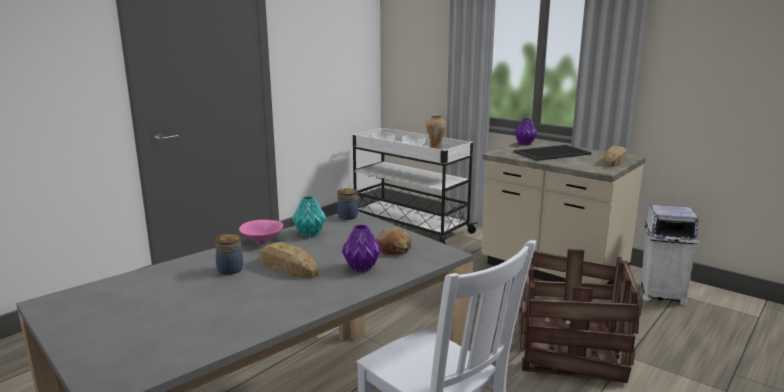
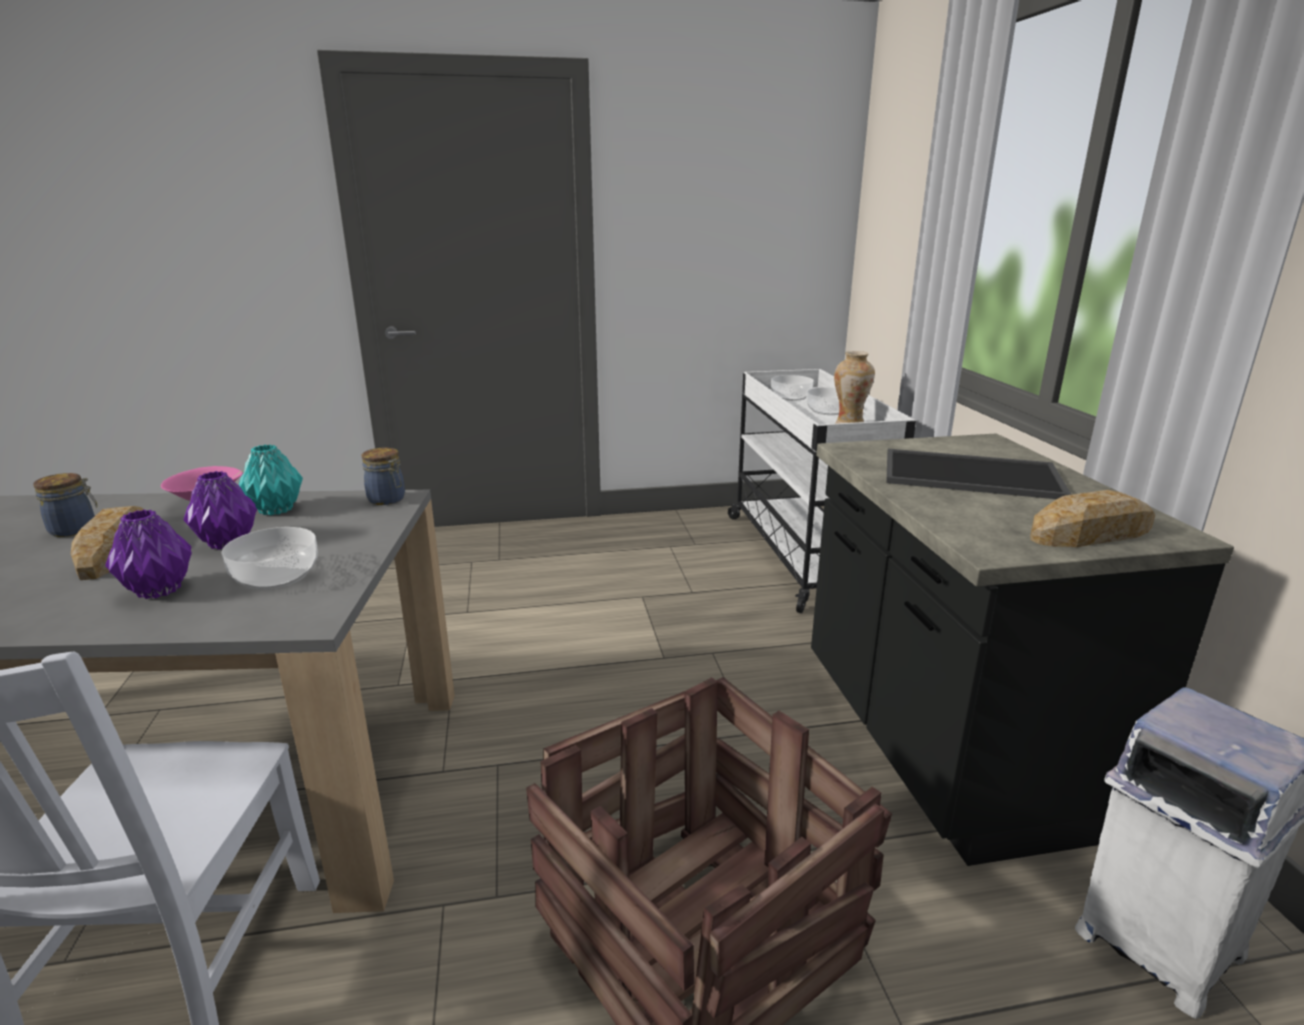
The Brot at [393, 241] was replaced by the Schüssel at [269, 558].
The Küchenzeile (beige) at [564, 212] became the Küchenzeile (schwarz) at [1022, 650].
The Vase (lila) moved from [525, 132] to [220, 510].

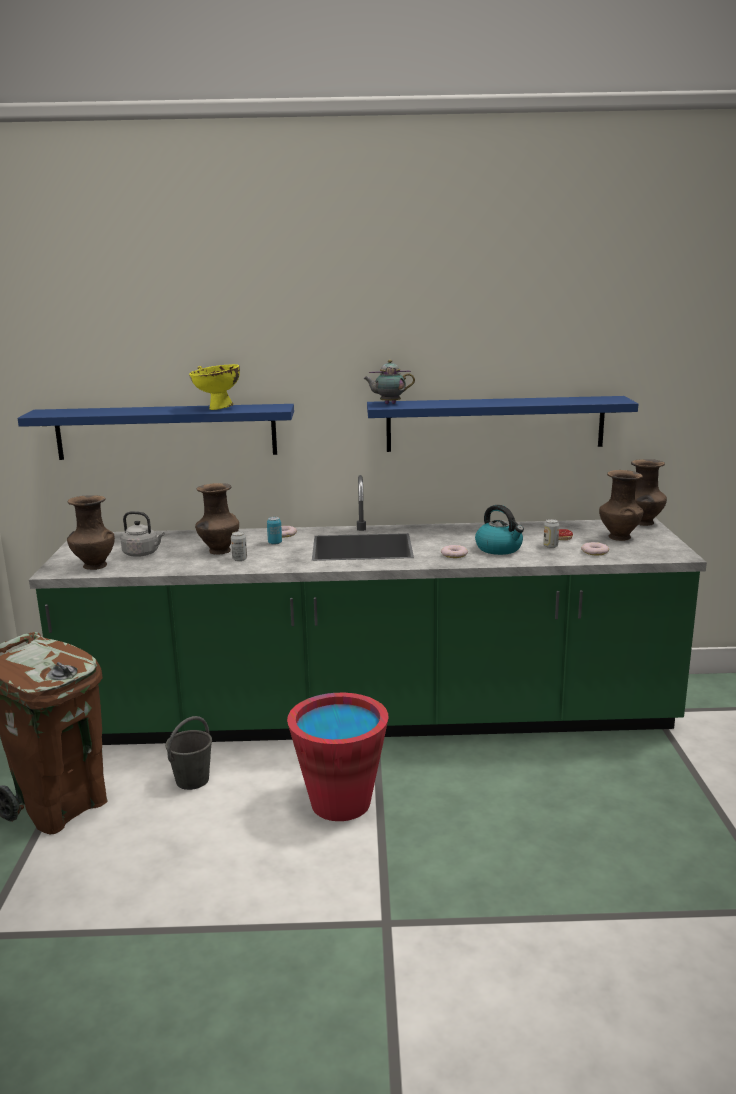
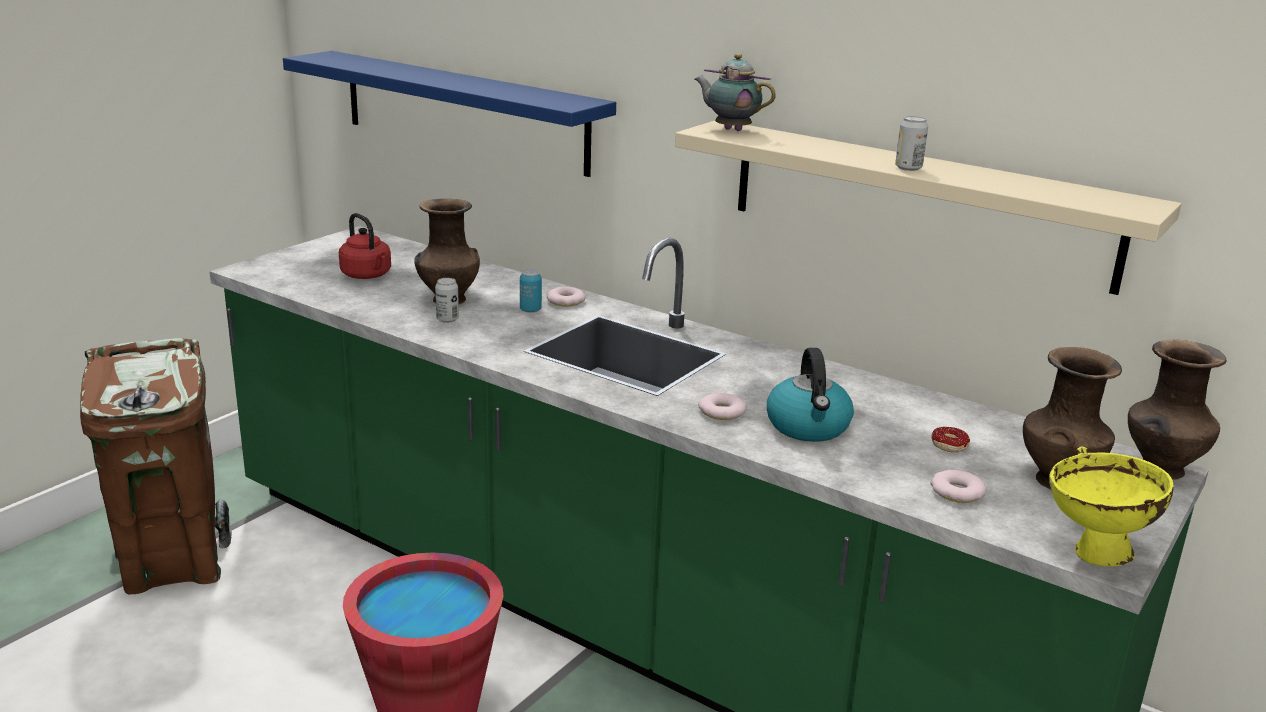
The Vase (braun) at [91, 532] disappeared.
The Wasserkessel (grau) at [143, 534] became the Wasserkessel (rot) at [365, 246].
The Eimer (grau) at [188, 753] disappeared.
The Schüssel (gelb) moved from [214, 387] to [1111, 506].
The Wandregal (blau) at [502, 424] became the Wandregal (beige) at [928, 208].
The Dose moved from [551, 533] to [911, 143].

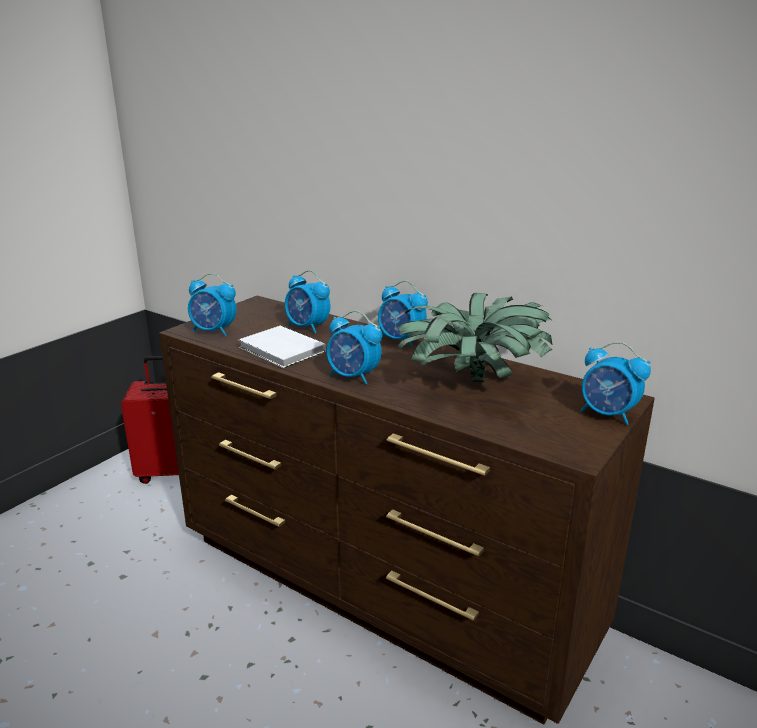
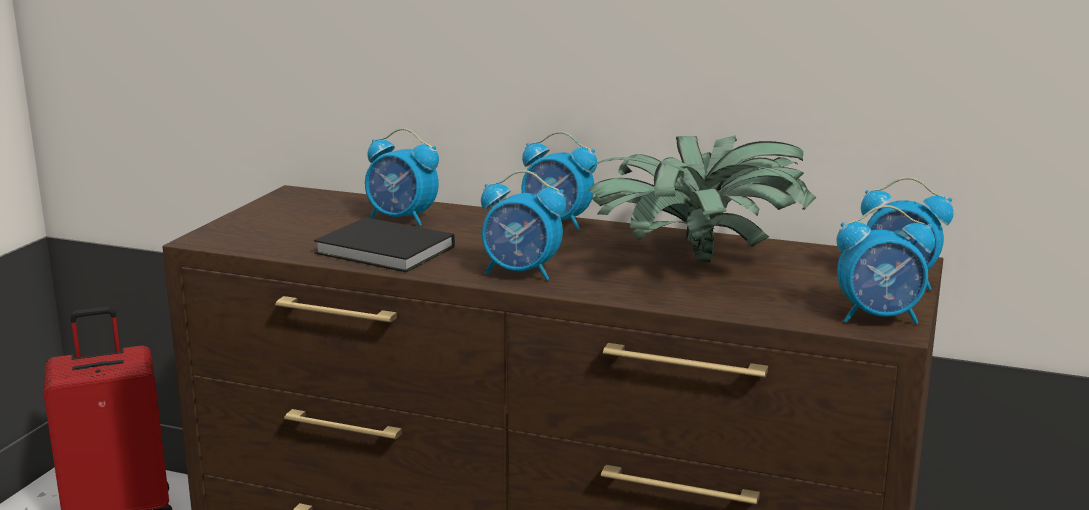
The Wecker moved from [212, 304] to [886, 264].
The Buch (weiß) at [282, 347] became the Buch (schwarz) at [384, 244].

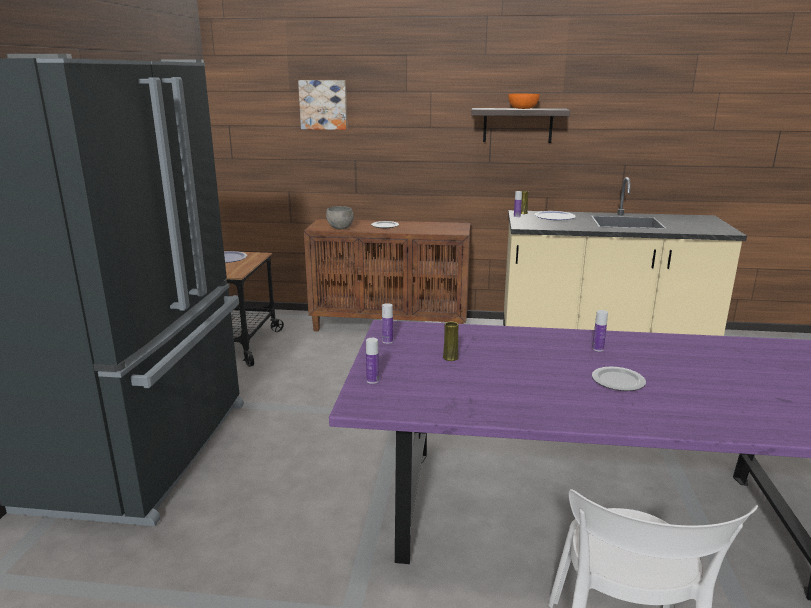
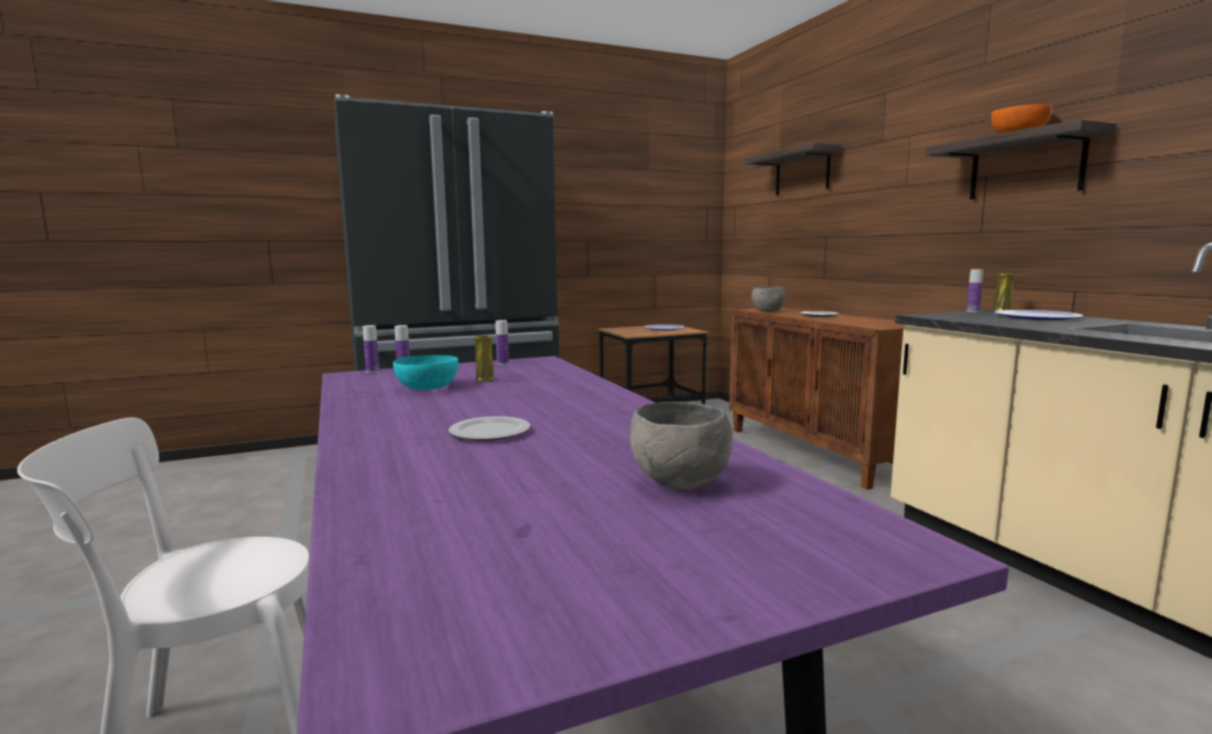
The Bild at [322, 105] was replaced by the Wandregal at [793, 169].
The Flasche moved from [600, 330] to [371, 349].
The Schüssel (türkis) at [425, 372] appeared.
The Schüssel (grau) at [681, 446] appeared.

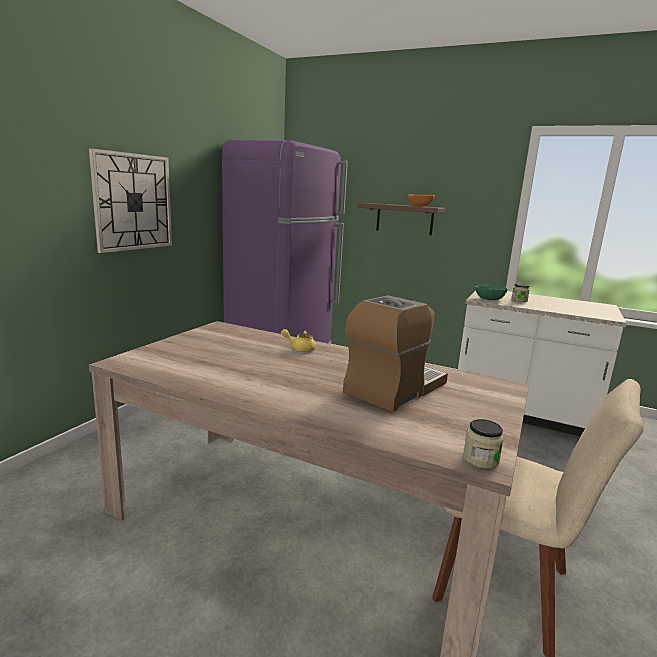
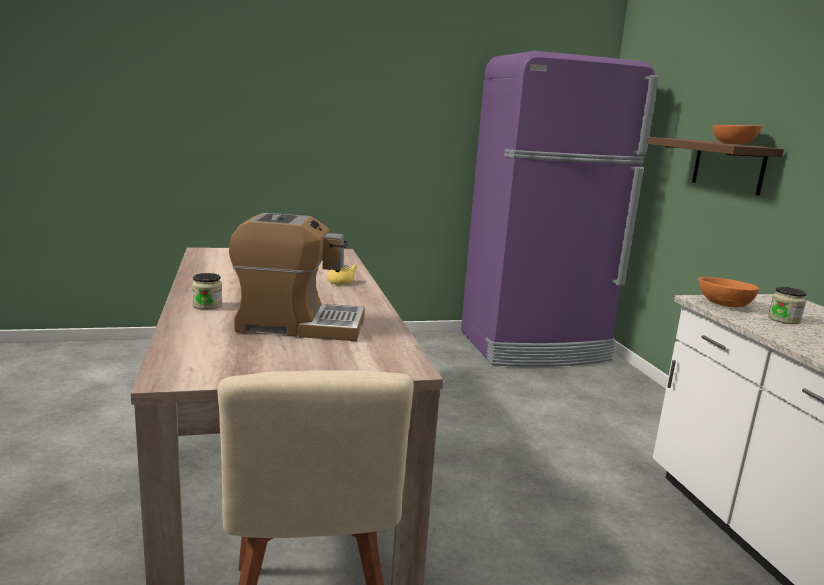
The Wanduhr at [130, 200] disappeared.
The Vorratsglas moved from [483, 444] to [207, 291].
The Schüssel (grün) at [491, 292] became the Schüssel (orange) at [729, 292].

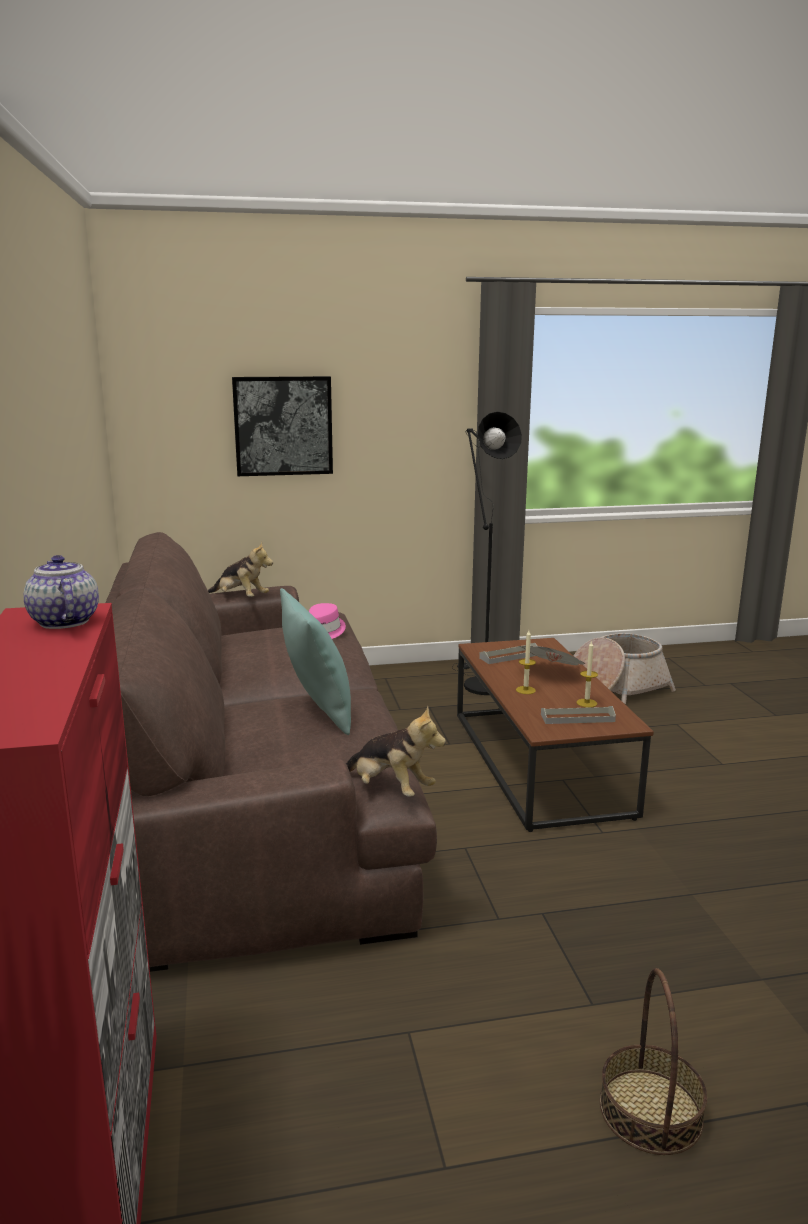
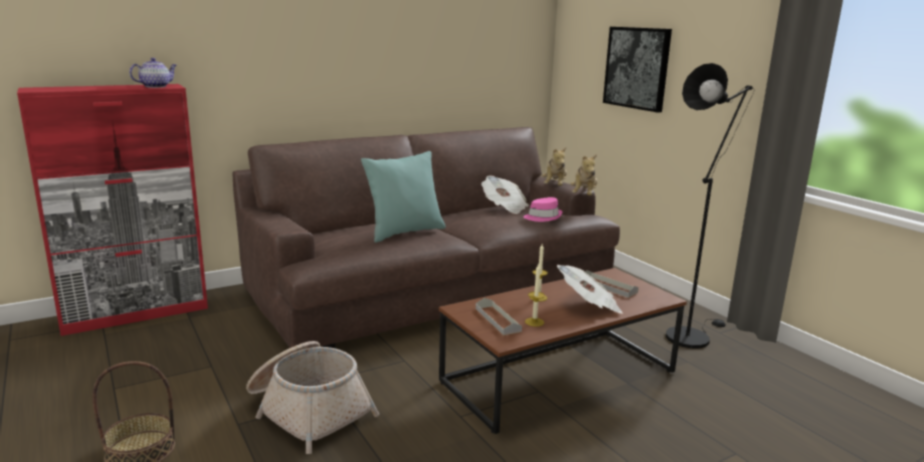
The Plüschtier moved from [396, 751] to [584, 174].
The Korb moved from [625, 668] to [312, 397].
The Zeitung at [505, 195] appeared.

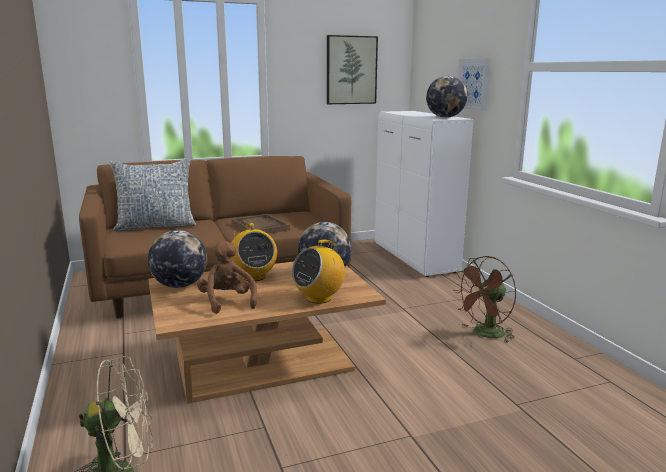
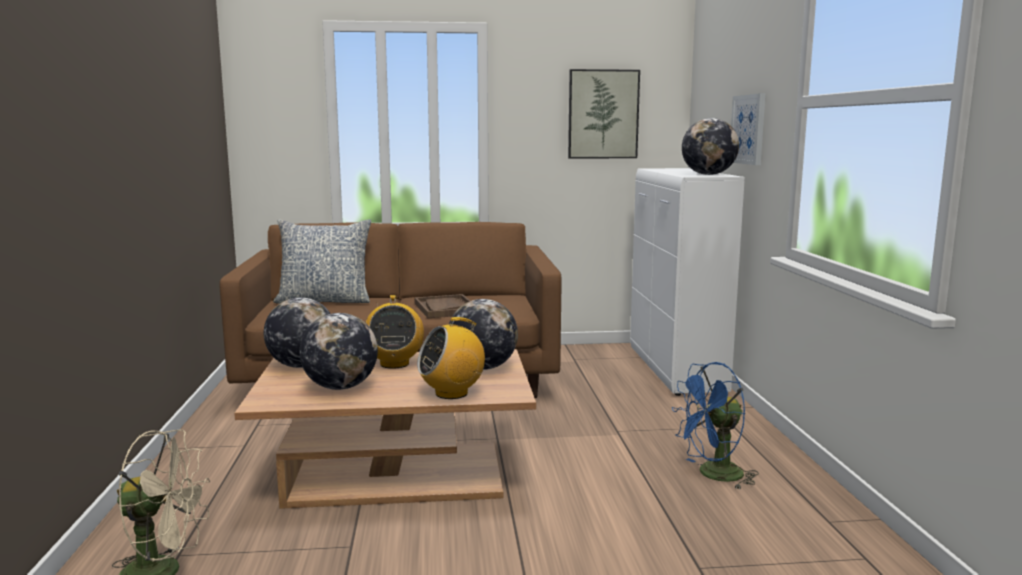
The Plüschtier (braun) at [227, 277] was replaced by the Globus at [339, 351].
The Ventilator (braun) at [485, 299] became the Ventilator (blau) at [715, 425].

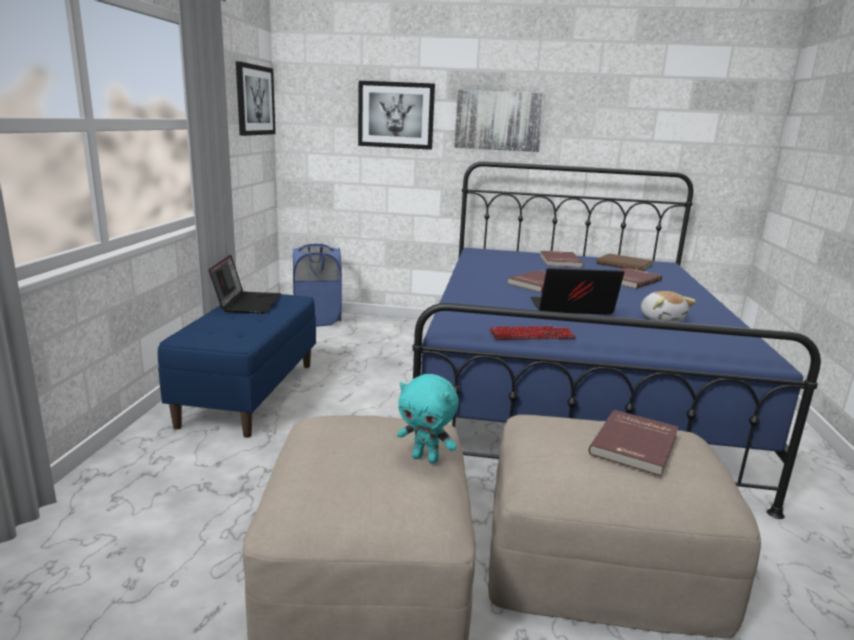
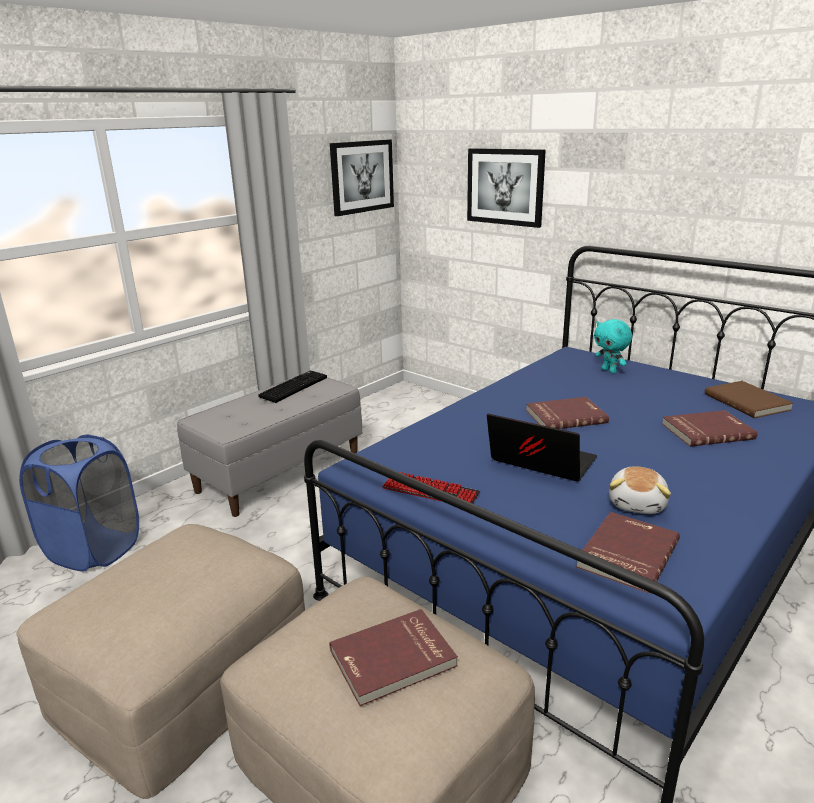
The Bank (blau) at [237, 364] became the Bank (grau) at [269, 446].
The Laptop at [245, 284] was replaced by the Tastatur at [292, 387].
The Wäschekorb (blau) moved from [317, 285] to [79, 503].
The Plüschtier (türkis) moved from [428, 418] to [613, 346].
The Bild at [499, 121] disappeared.
The Buch (rot) moved from [561, 259] to [628, 552].

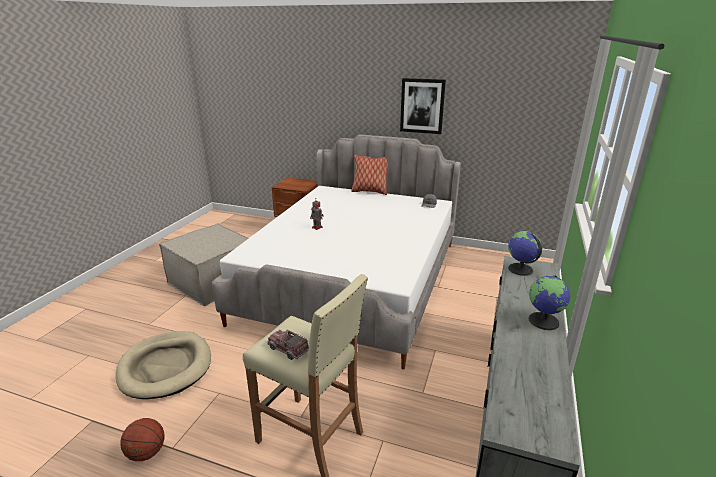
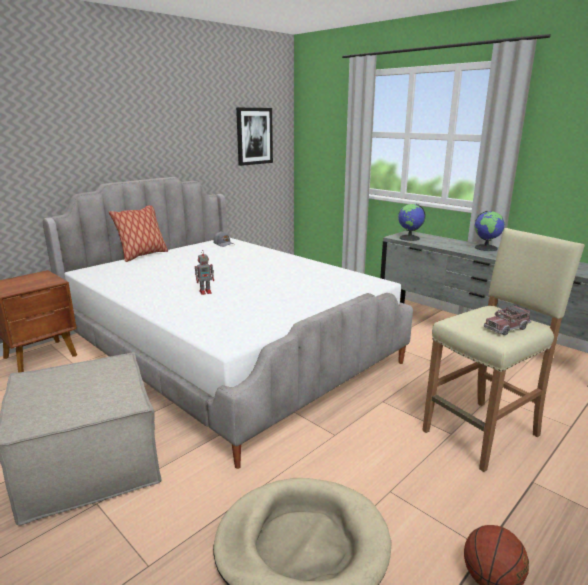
The Bild moved from [423, 106] to [254, 137].

